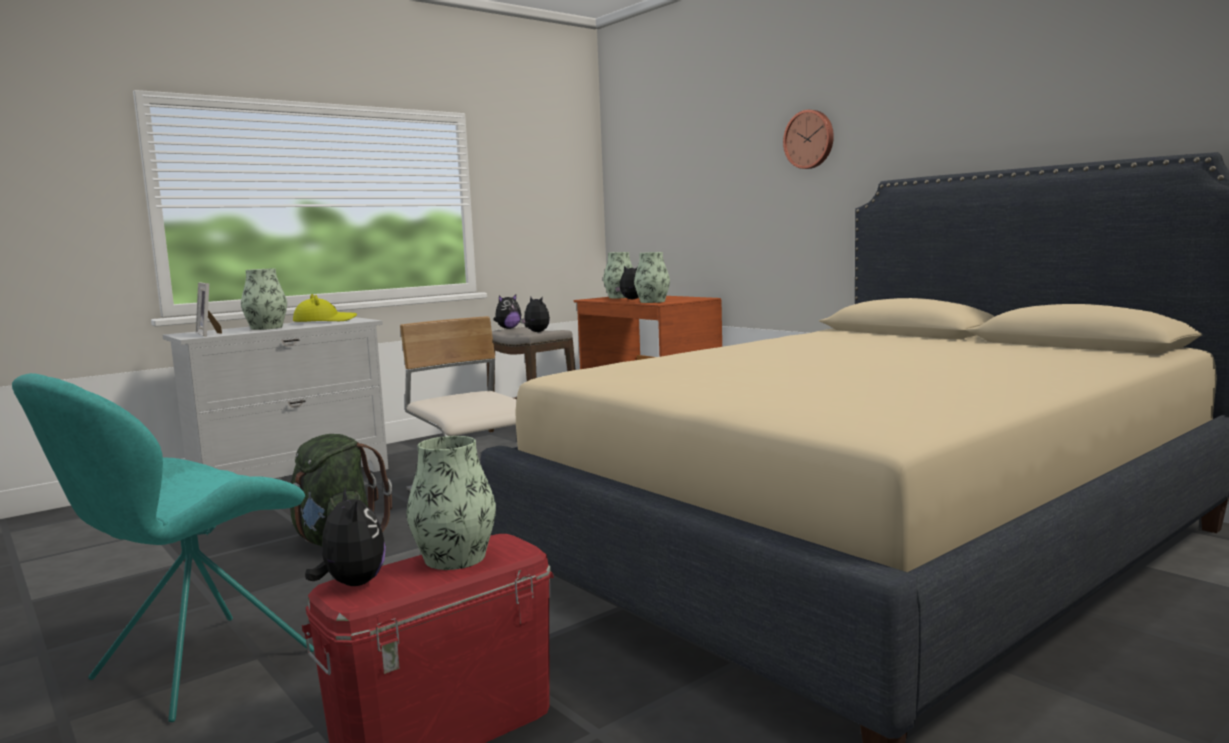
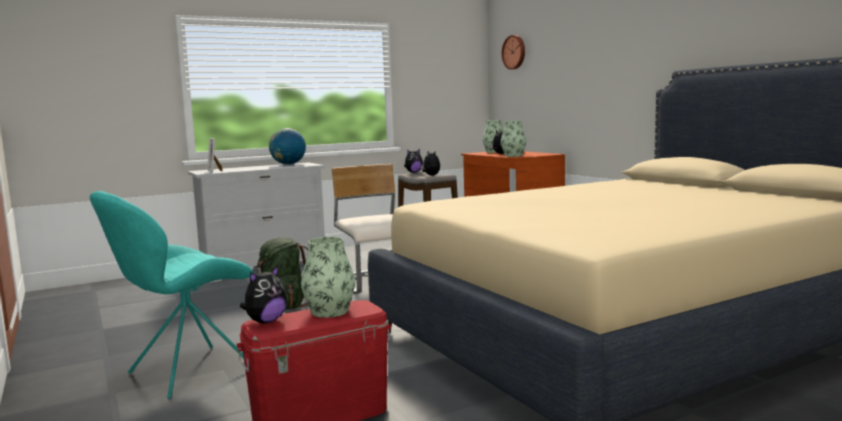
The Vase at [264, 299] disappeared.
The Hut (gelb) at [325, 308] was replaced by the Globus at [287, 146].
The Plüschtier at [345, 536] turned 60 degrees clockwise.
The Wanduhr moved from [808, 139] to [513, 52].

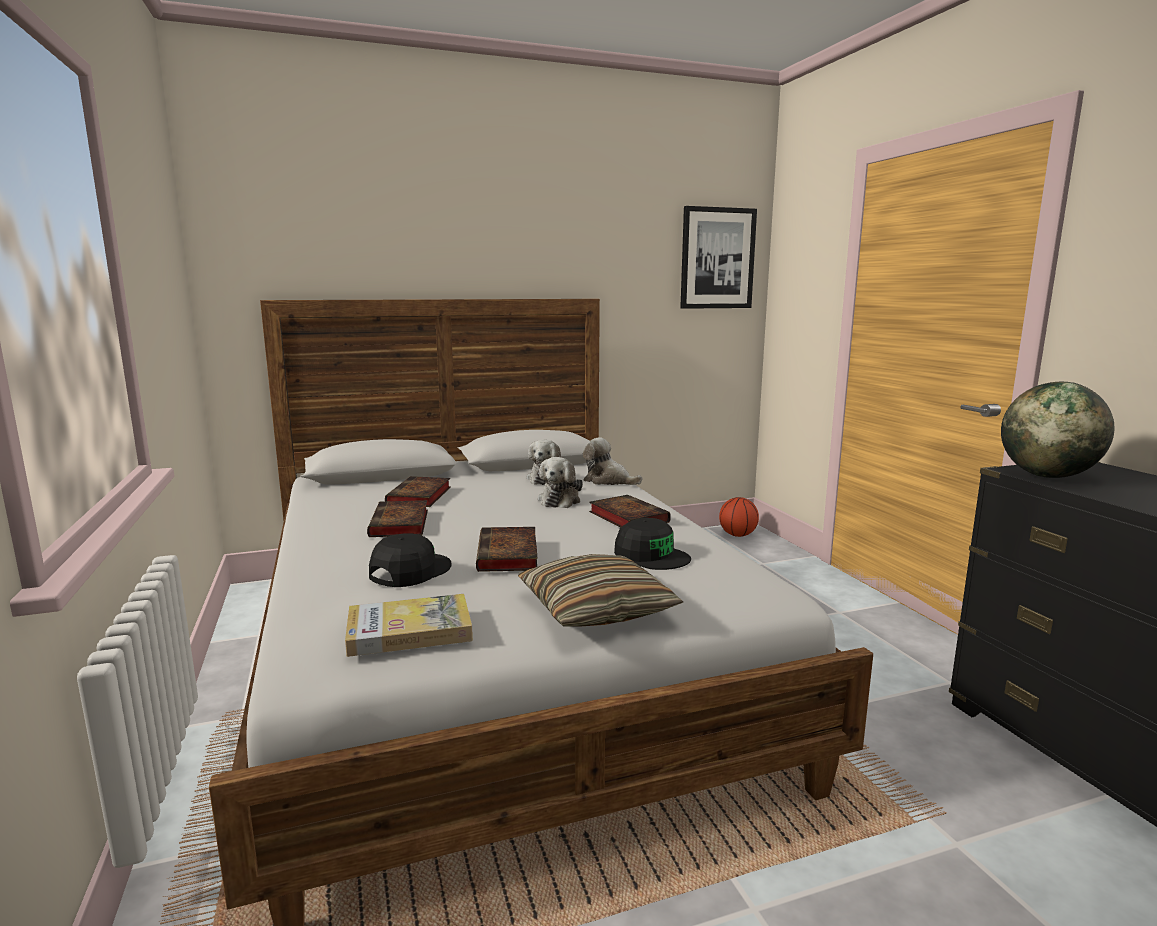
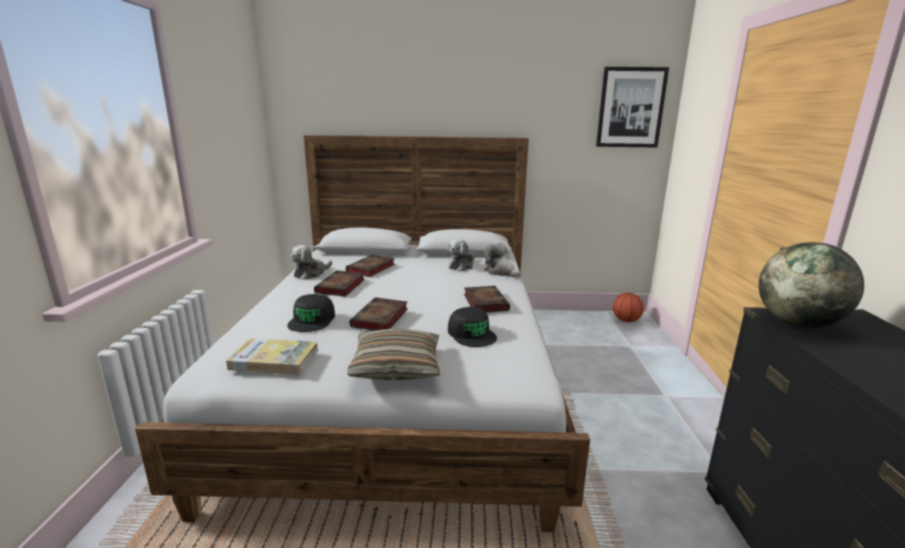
The Kappe (schwarz) at [410, 560] turned 135 degrees clockwise.
The Plüschtier moved from [560, 482] to [311, 262].

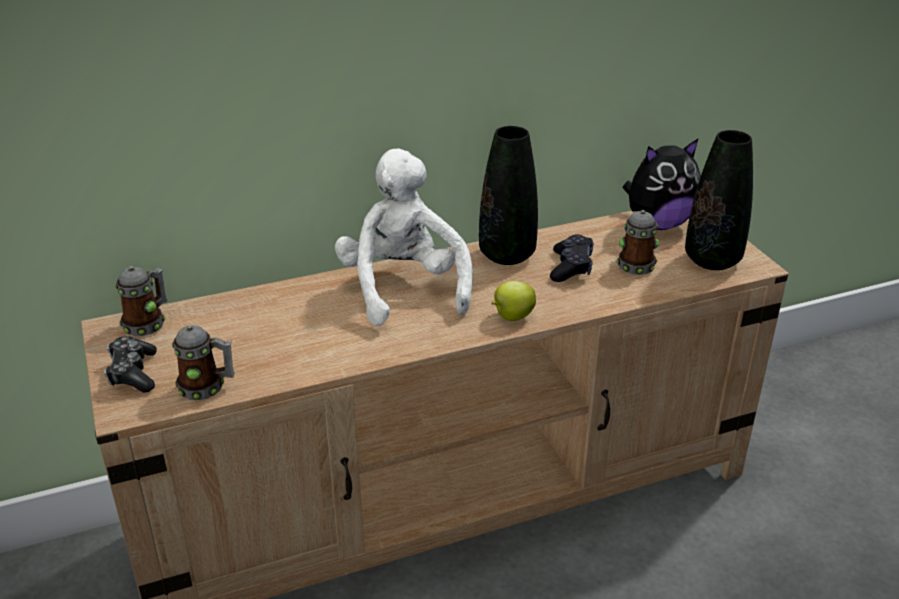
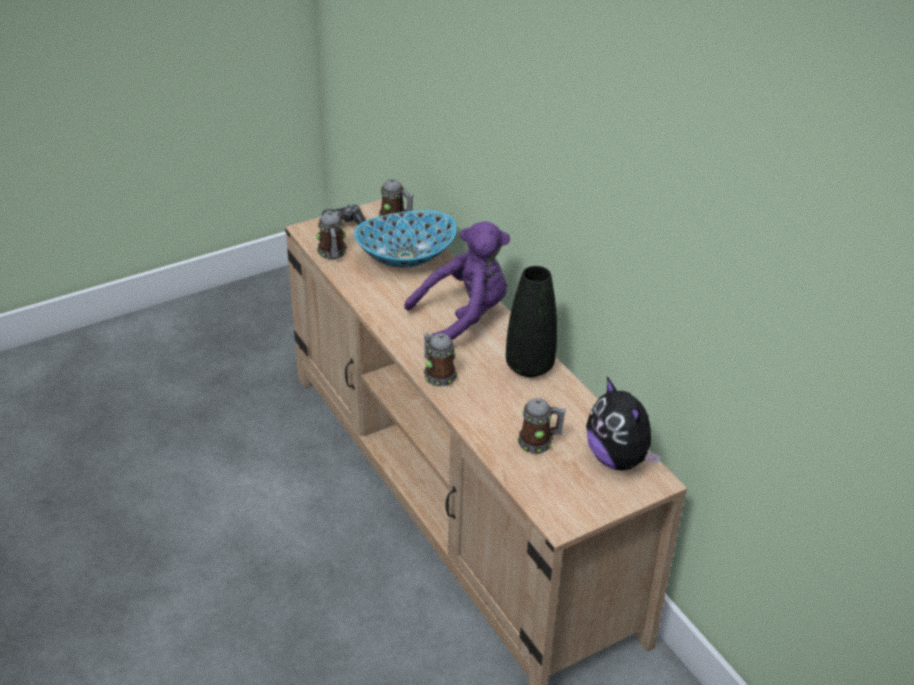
The Plüschtier (weiß) at [404, 237] became the Plüschtier (lila) at [457, 280].
The Apfel at [514, 301] was replaced by the Henkelbecher at [440, 359].
The Gamepad (schwarz) at [572, 258] disappeared.
The Vase (schwarz) at [719, 200] disappeared.
The Schüssel at [405, 239] appeared.

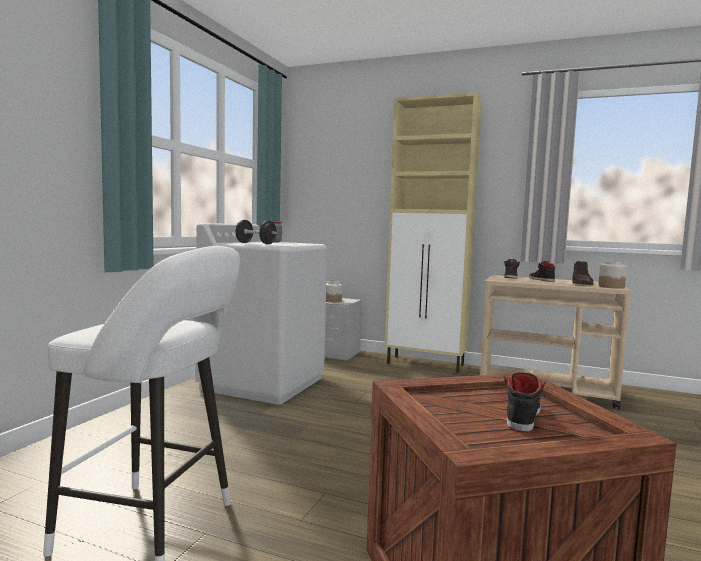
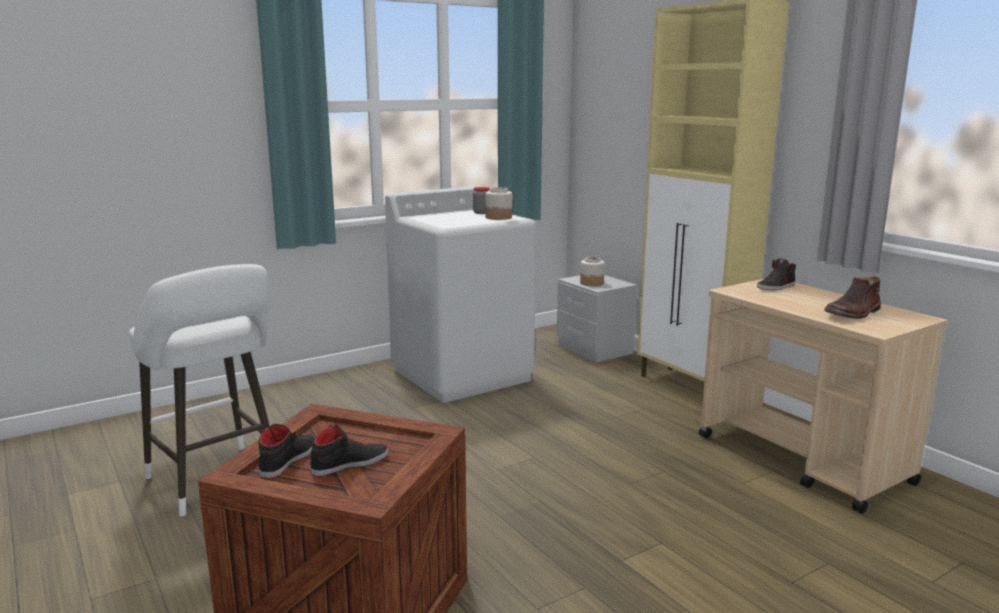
The Hantel (schwarz) at [256, 232] disappeared.
The Schuh (schwarz) moved from [542, 271] to [286, 451].
The Vorratsglas moved from [612, 275] to [498, 203].

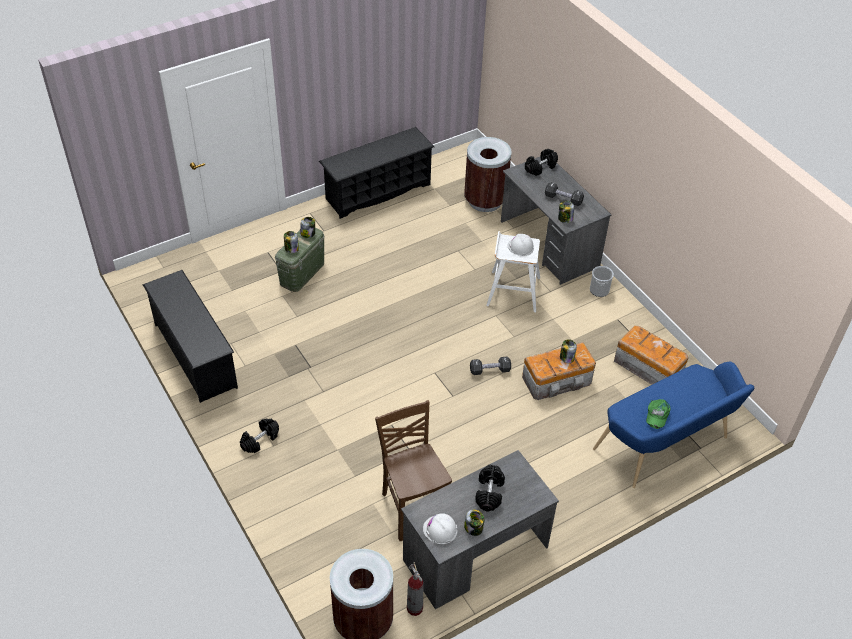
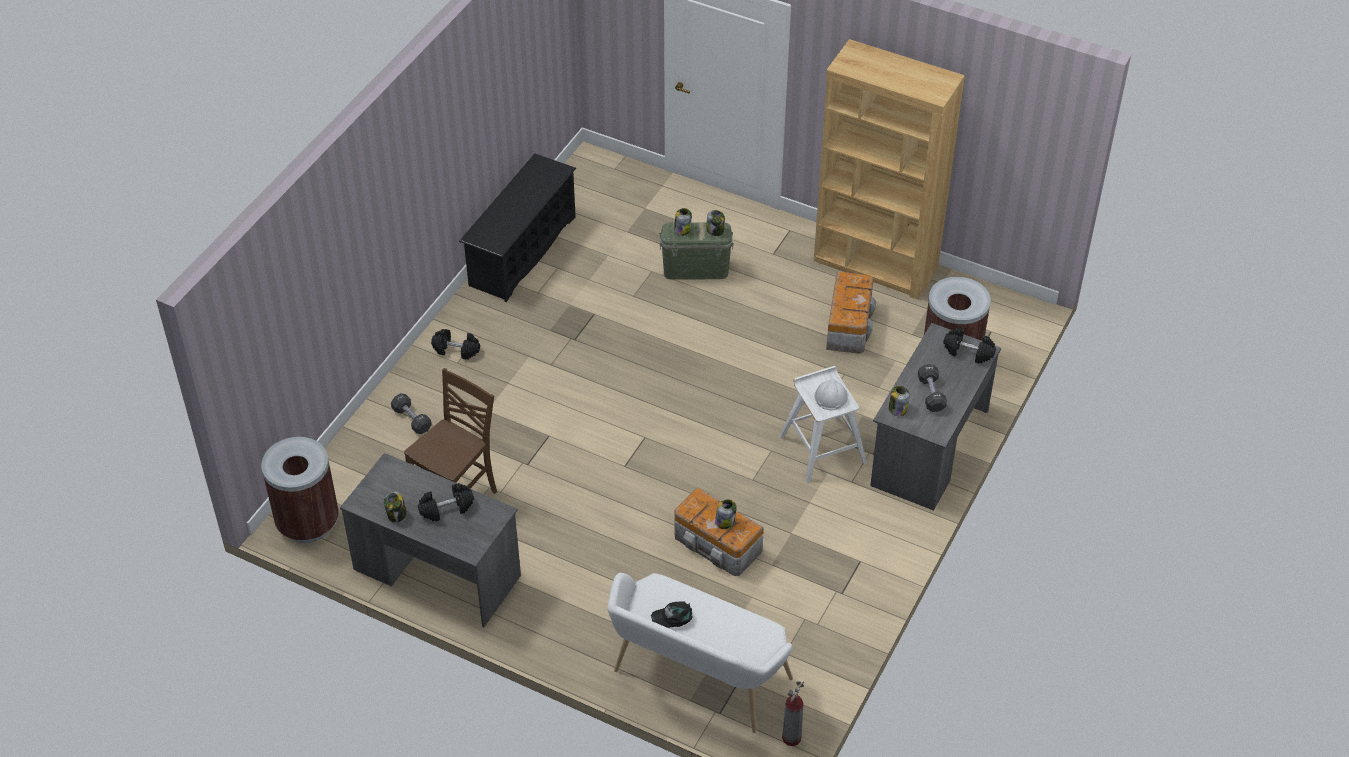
The Schuhregal (schwarz) at [376, 173] was replaced by the Bücherregal (braun) at [889, 169].
The Feuerlöscher moved from [415, 589] to [793, 713].
The Schutzhelm (weiß) at [440, 528] disappeared.
The Hantel (schwarz) moved from [490, 366] to [411, 413].
The Eimer at [602, 281] disappeared.
The Bank (blau) at [673, 425] became the Bank (weiß) at [700, 653].
The Aufbewahrungsbox moved from [651, 355] to [851, 313].
The Kappe (grün) at [658, 414] became the Kappe (schwarz) at [672, 614].

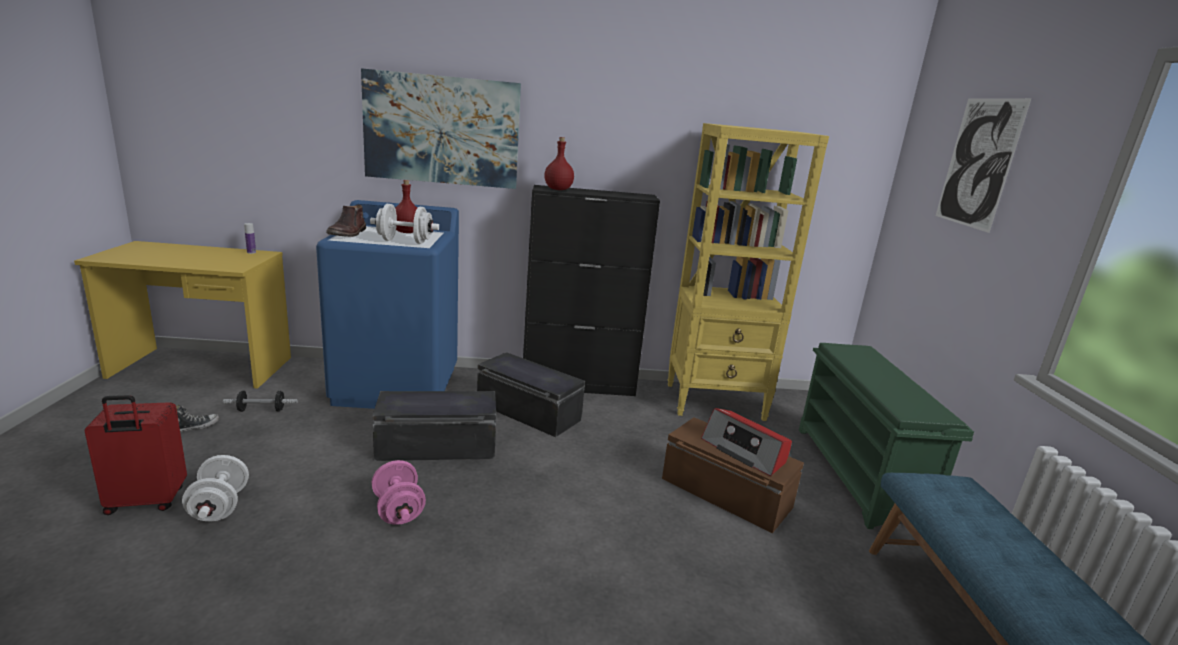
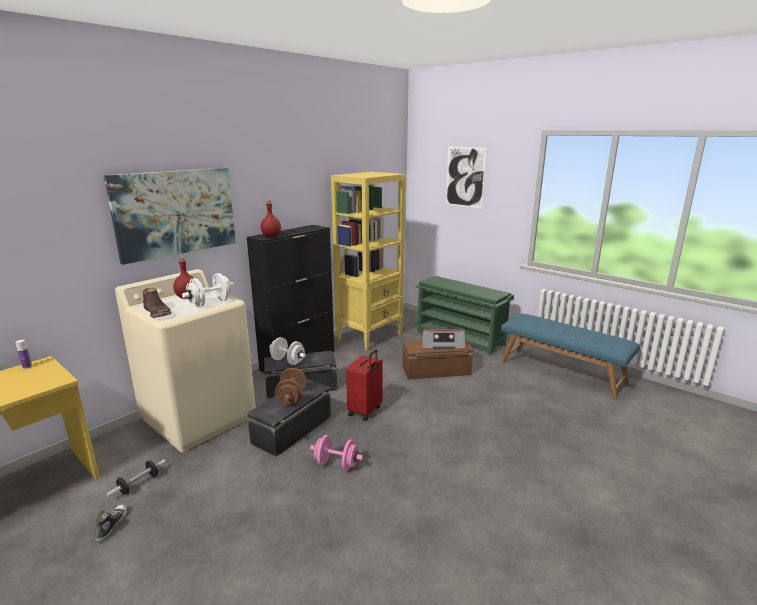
The Koffer (rot) moved from [136, 455] to [364, 385].
The Hantel (weiß) moved from [215, 488] to [287, 351].
The Waschmaschine (blau) at [387, 304] became the Waschmaschine (beige) at [185, 360].
The Hantel (braun) at [291, 386] appeared.

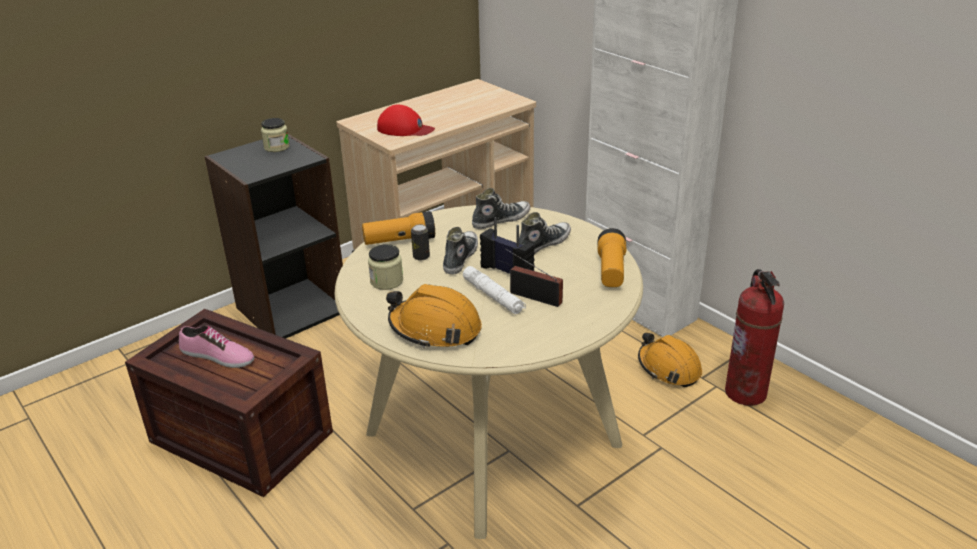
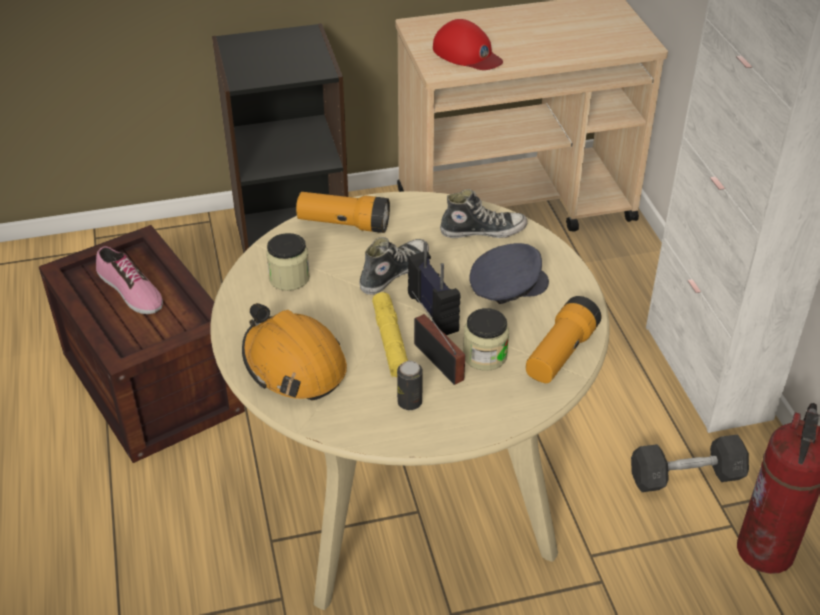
The Vorratsglas moved from [275, 135] to [486, 339].
The Dose moved from [420, 242] to [410, 385].
The Taschenlampe (weiß) at [494, 290] became the Taschenlampe (gelb) at [390, 334].
The Schuh at [545, 232] was replaced by the Kappe (grau) at [509, 273].
The Schutzhelm (orange) at [670, 359] was replaced by the Hantel (grau) at [690, 463].

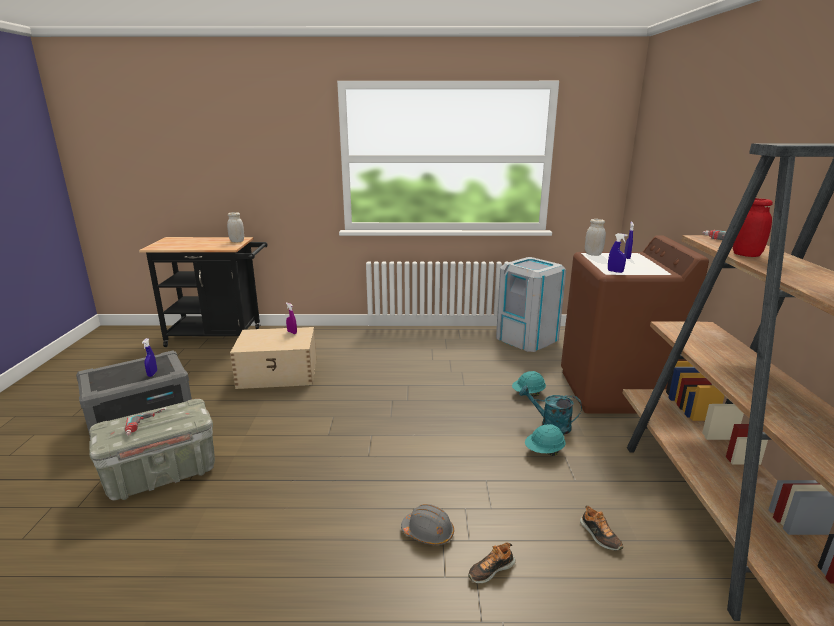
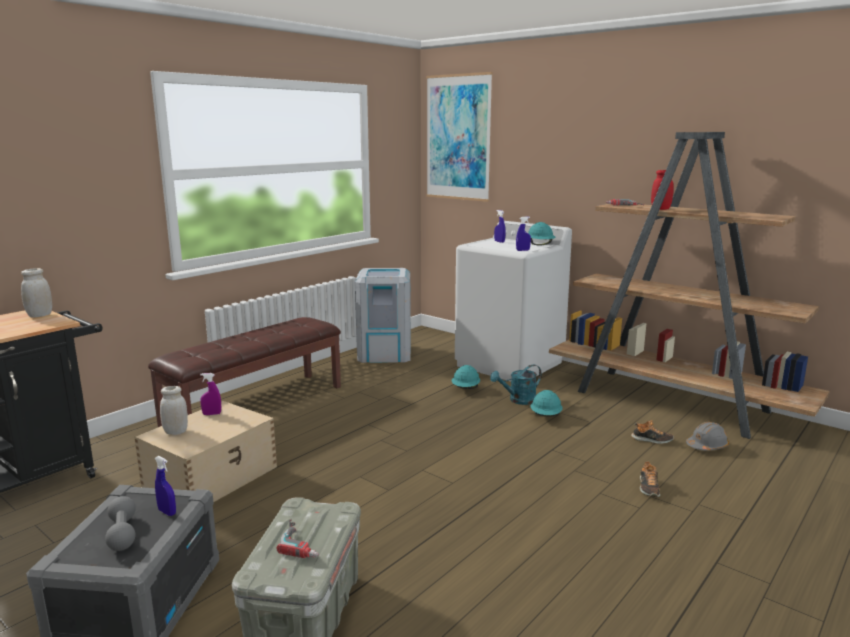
The Schutzhelm (grau) moved from [427, 524] to [707, 436].
The Waschmaschine (braun) at [635, 324] became the Waschmaschine (weiß) at [513, 301].
The Vorratsglas (weiß) moved from [595, 237] to [174, 410].
The Hantel (grau) at [120, 523] appeared.
The Bank (braun) at [244, 372] appeared.
The Bild at [459, 137] appeared.
The Schutzhelm (türkis) at [542, 234] appeared.

